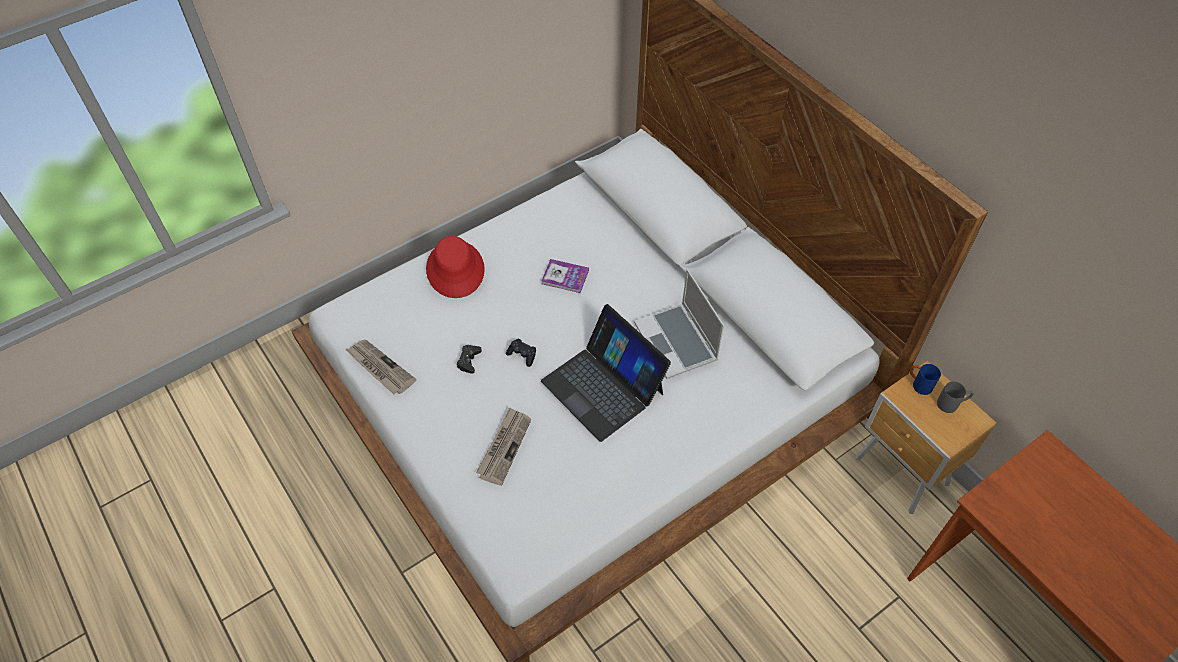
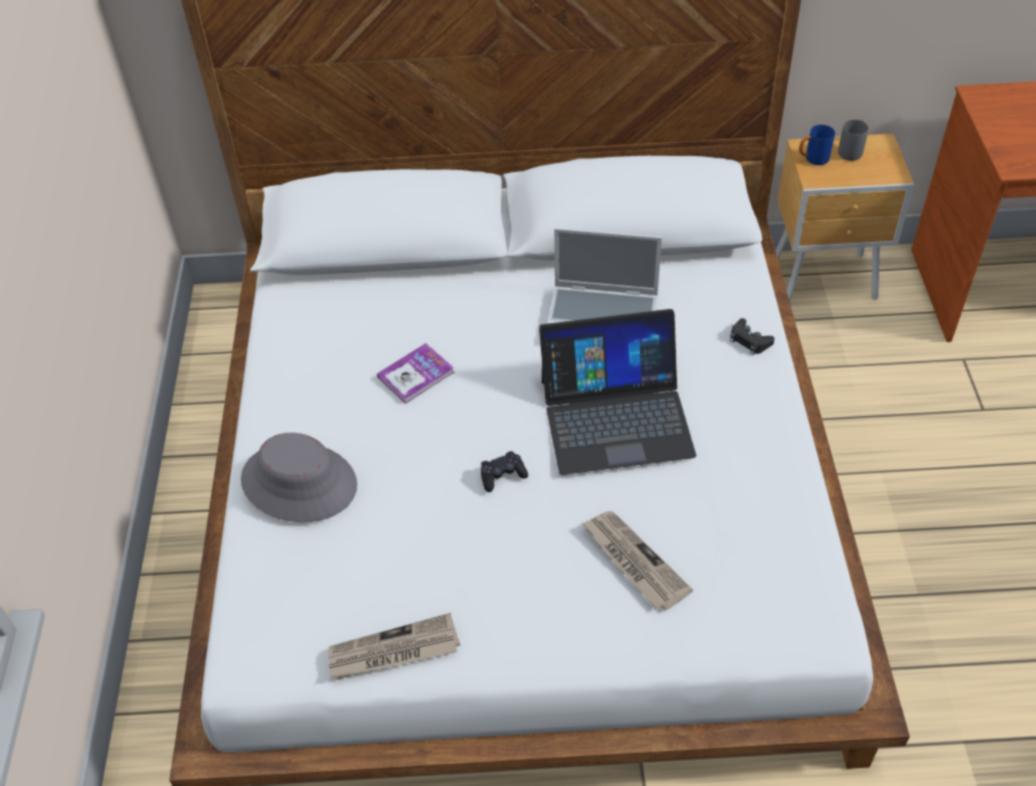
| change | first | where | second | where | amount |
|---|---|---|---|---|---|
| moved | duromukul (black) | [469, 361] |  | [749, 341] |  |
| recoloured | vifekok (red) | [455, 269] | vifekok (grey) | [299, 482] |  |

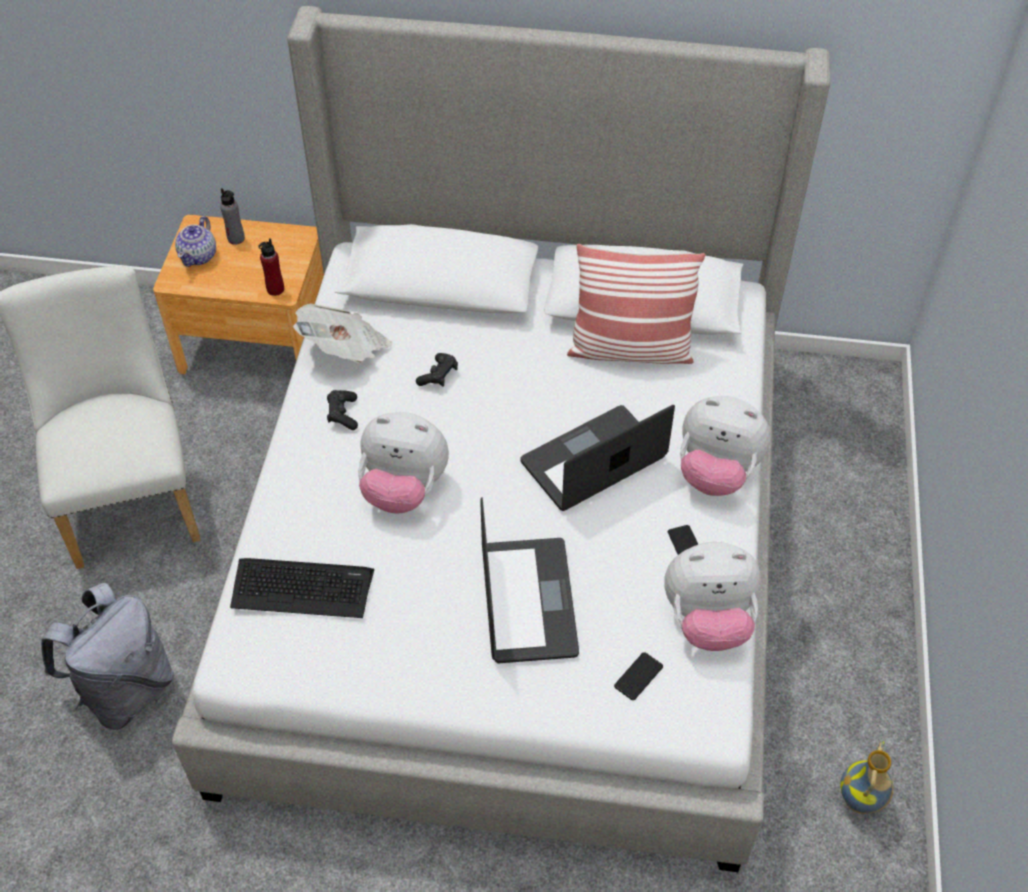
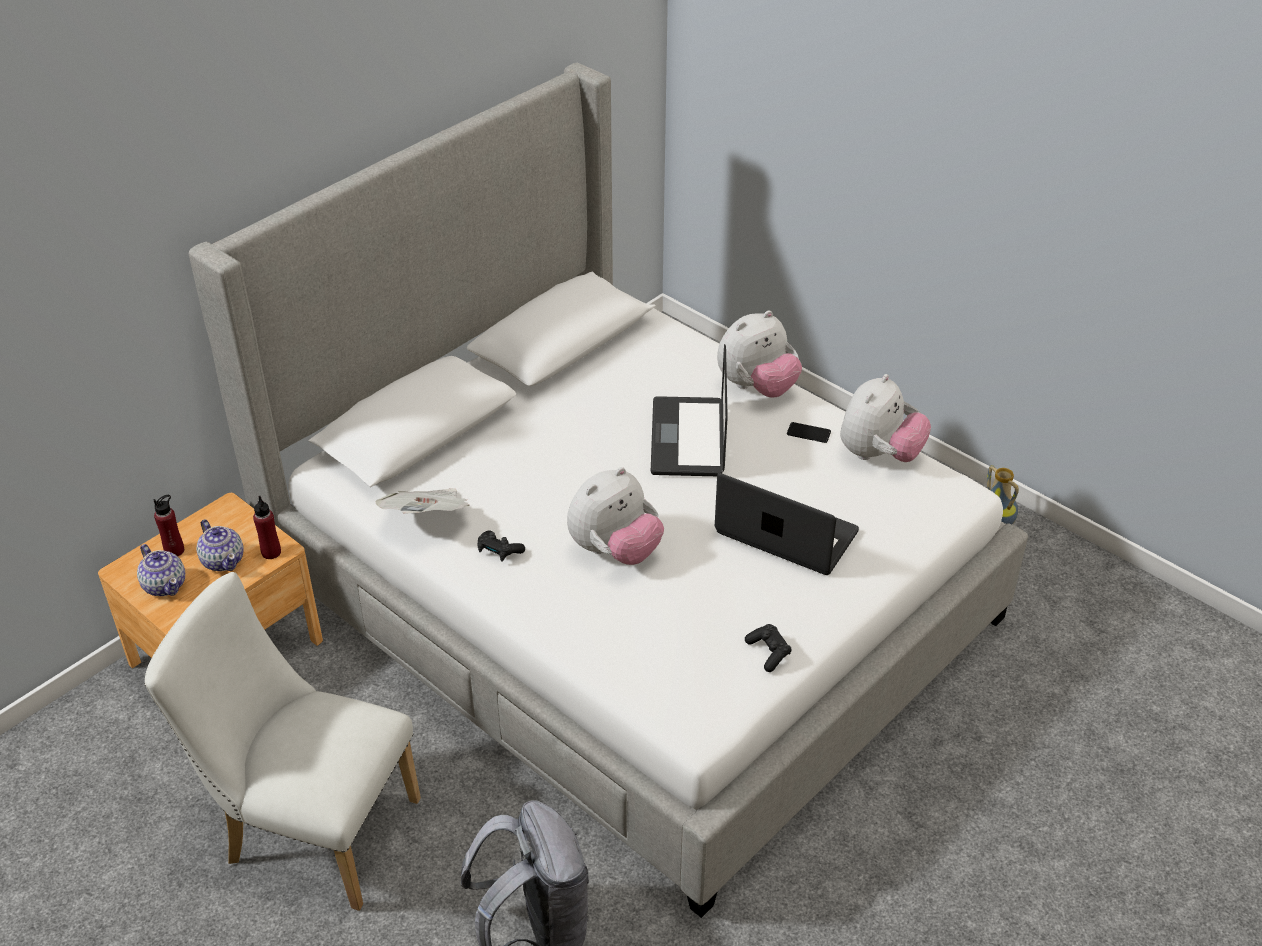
| change | first | where | second | where | amount |
|---|---|---|---|---|---|
| removed | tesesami | [302, 588] |  |  |  |
| removed | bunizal | [630, 349] |  |  |  |
| removed | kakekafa | [638, 676] |  |  |  |
| added |  |  | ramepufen | [223, 560] |  |
| moved | duromukul (black) | [438, 376] |  | [768, 652] |  |
| recoloured | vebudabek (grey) | [236, 238] | vebudabek (red) | [174, 550] |  |

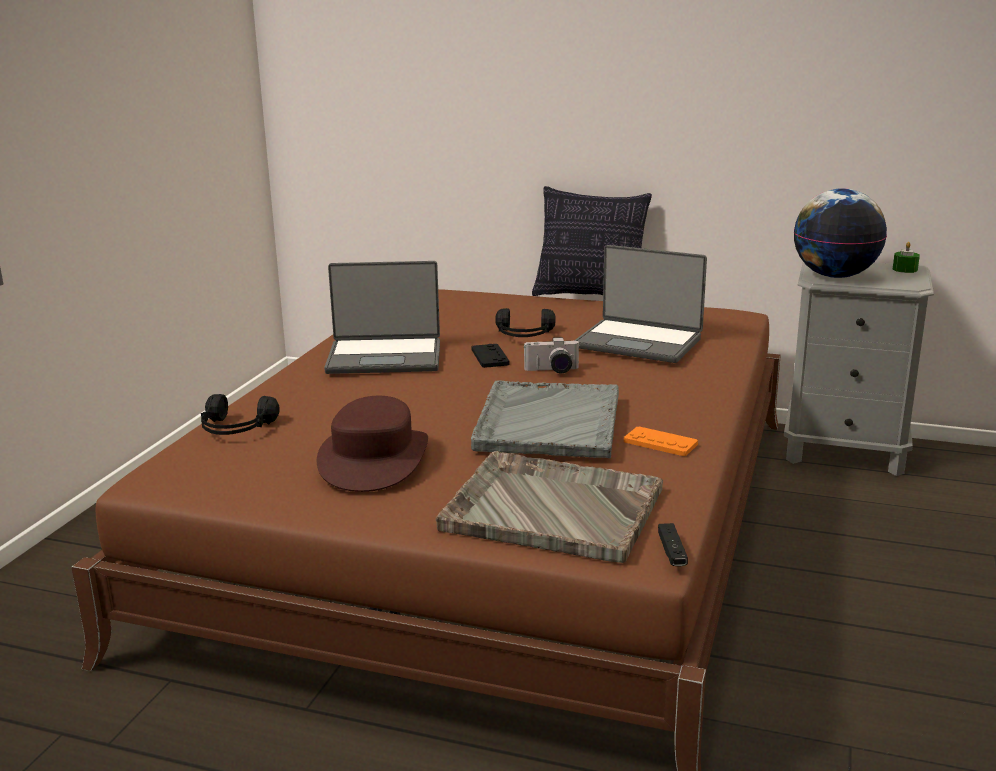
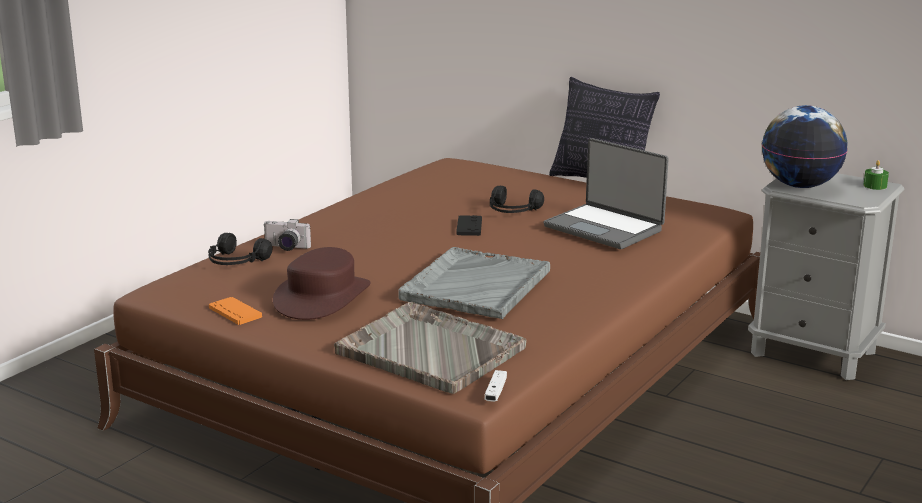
| change | first | where | second | where | amount |
|---|---|---|---|---|---|
| removed | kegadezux | [385, 357] |  |  |  |
| moved | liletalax | [552, 371] |  | [285, 248] |  |
| moved | duromukul (orange) | [660, 443] |  | [235, 312] |  |
| recoloured | duromukul (black) | [672, 552] | duromukul (white) | [495, 392] |  |

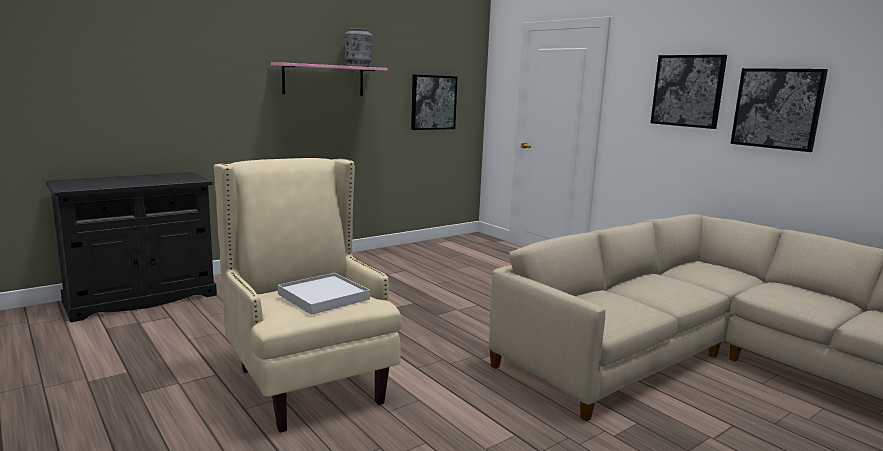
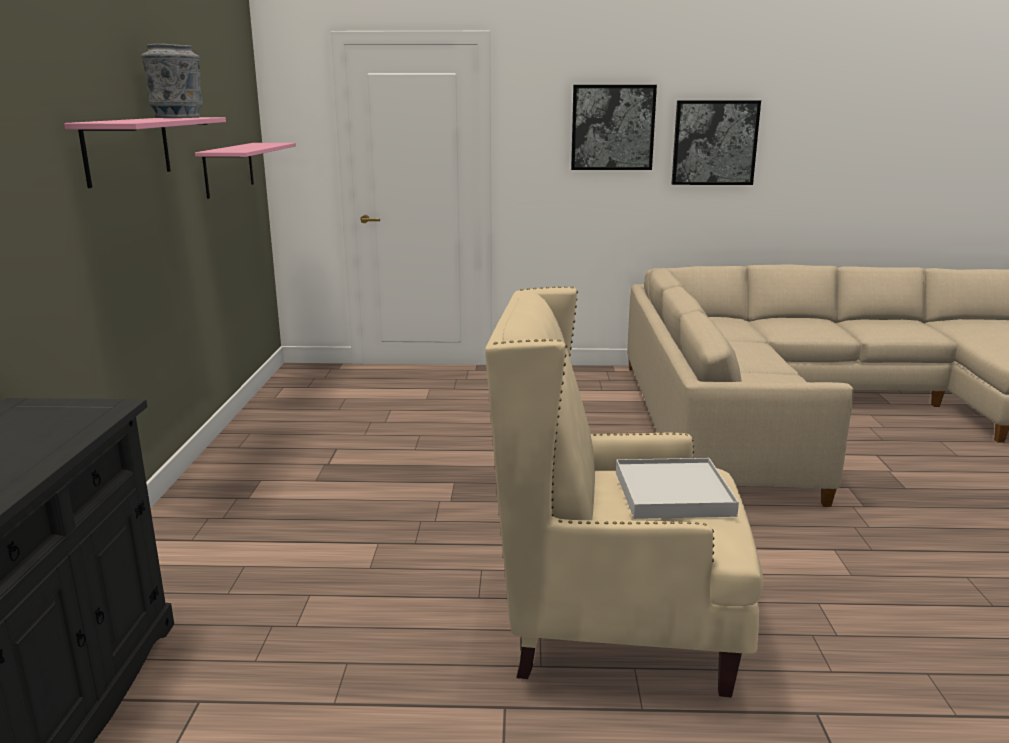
| change | first | where | second | where | amount |
|---|---|---|---|---|---|
| replaced | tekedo | [433, 102] | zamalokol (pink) | [229, 169] |  |

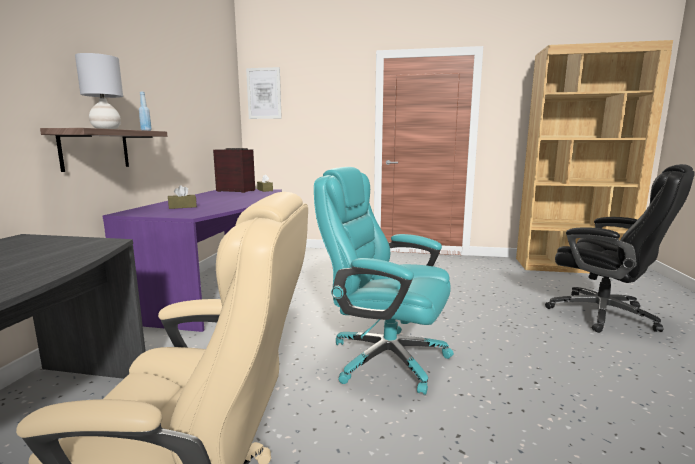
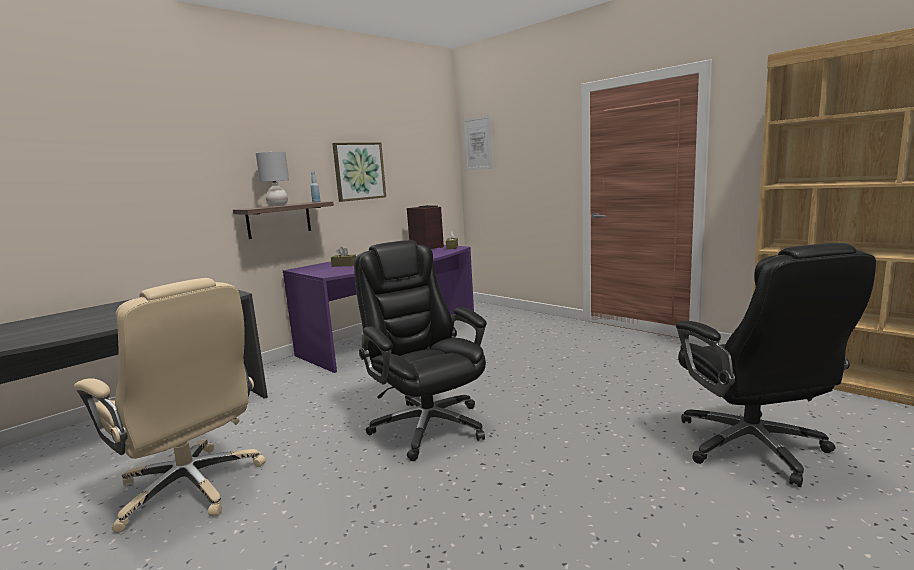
| change | first | where | second | where | amount |
|---|---|---|---|---|---|
| added |  |  | tekedo | [359, 171] |  |
| recoloured | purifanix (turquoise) | [385, 358] | purifanix (black) | [427, 426] |  |

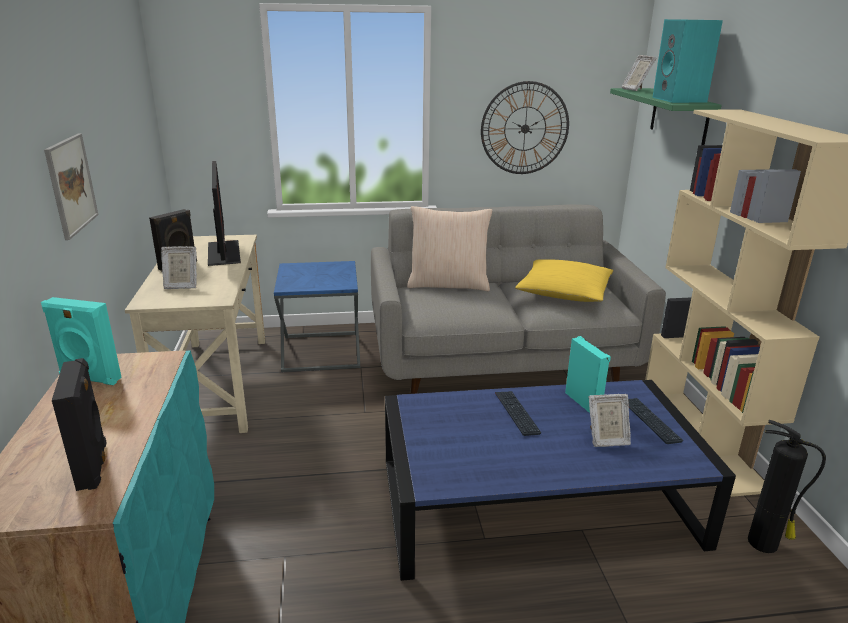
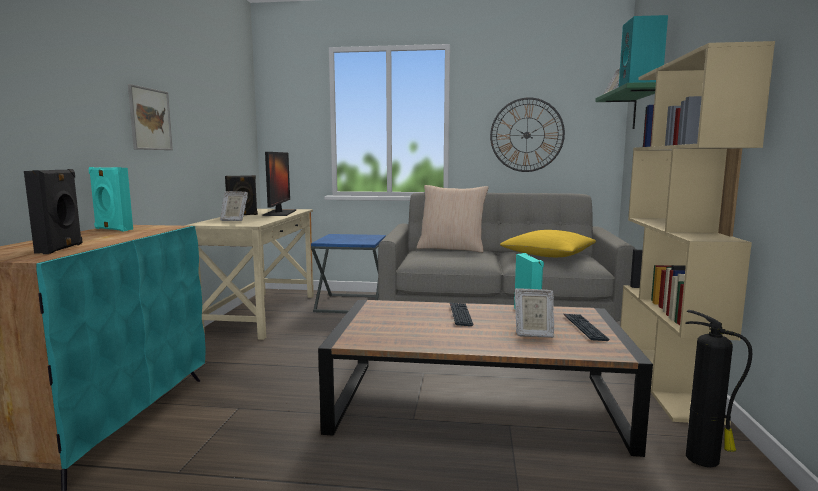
| change | first | where | second | where | amount |
|---|---|---|---|---|---|
| recoloured | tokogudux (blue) | [537, 502] | tokogudux (brown) | [477, 402] |  |

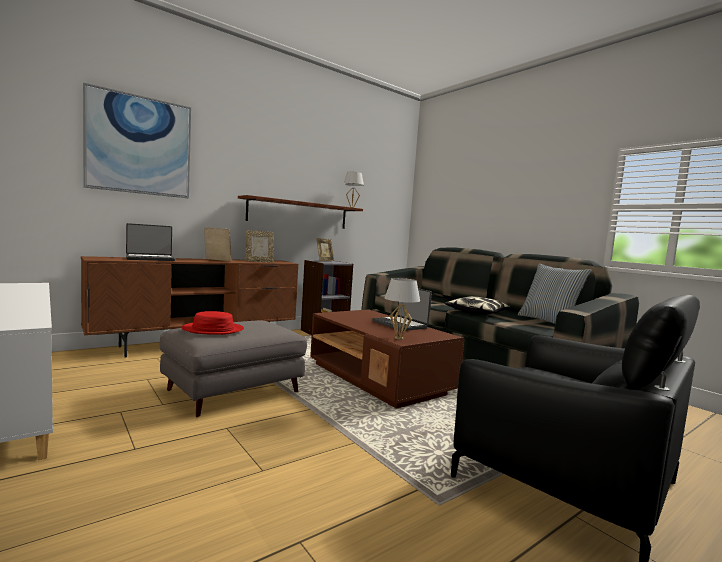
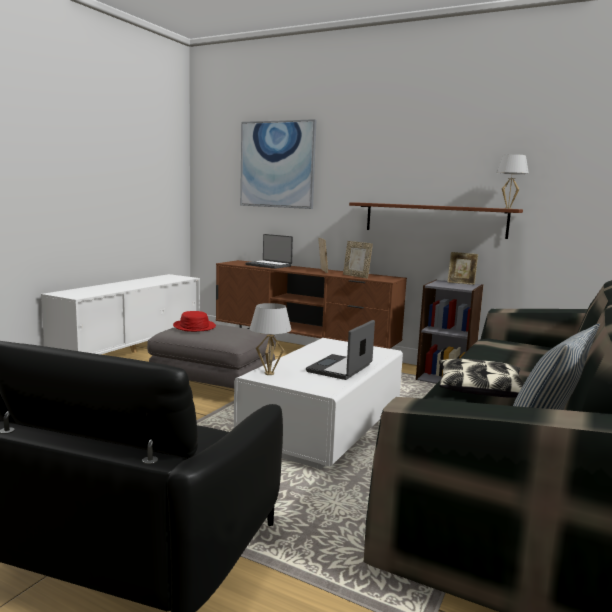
| change | first | where | second | where | amount |
|---|---|---|---|---|---|
| recoloured | tokogudux (brown) | [378, 379] | tokogudux (white) | [324, 429] |  |

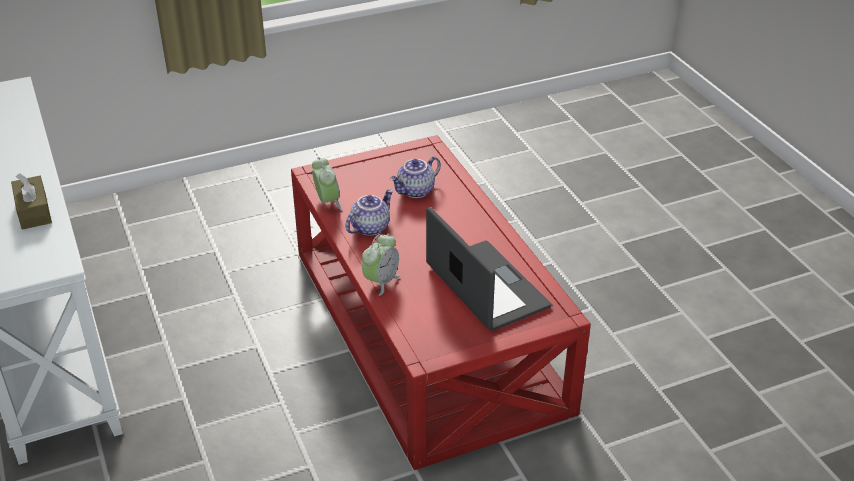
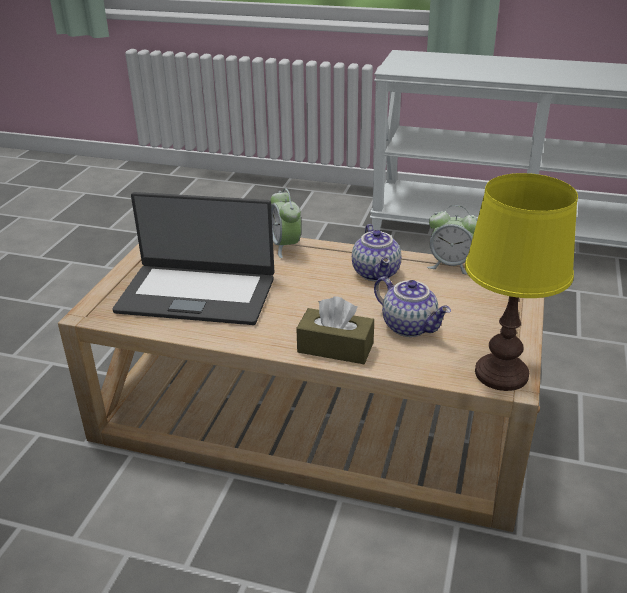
| change | first | where | second | where | amount |
|---|---|---|---|---|---|
| added |  |  | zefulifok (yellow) | [500, 373] |  |
| moved | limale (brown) | [34, 211] |  | [335, 348] |  |
| recoloured | tokogudux (red) | [424, 328] | tokogudux (beige) | [316, 409] |  |
| turned | ramepufen | [416, 191] |  | [410, 326] | 135 degrees clockwise |

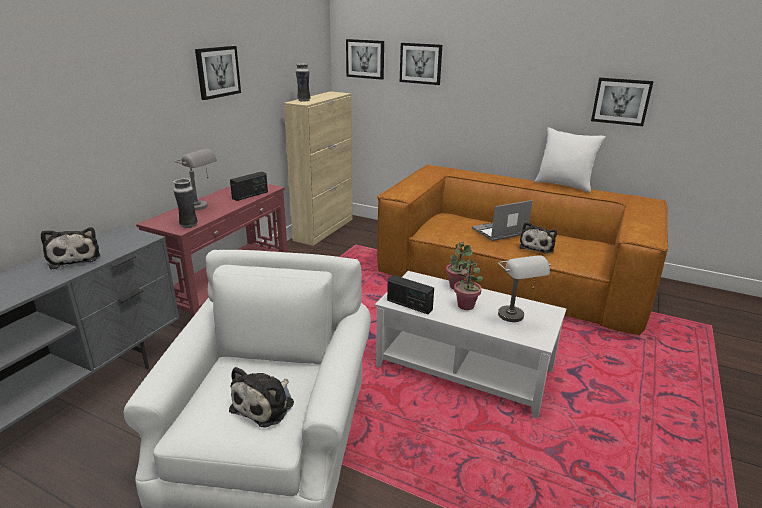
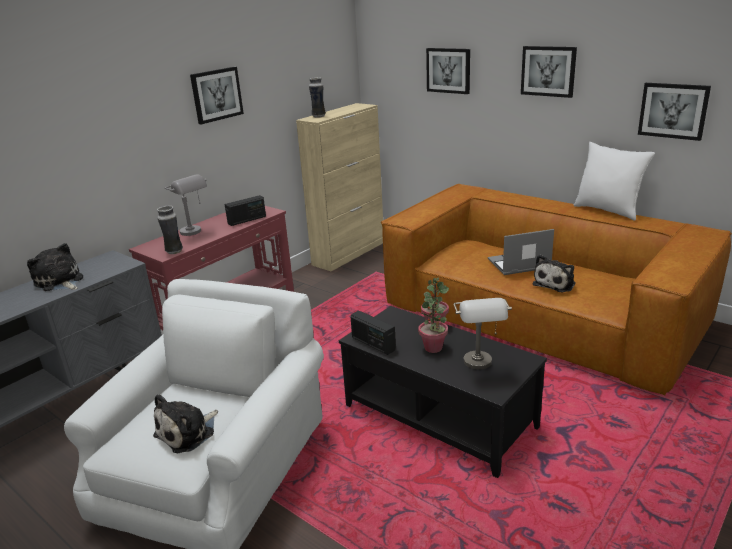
| change | first | where | second | where | amount |
|---|---|---|---|---|---|
| moved | tekedo | [365, 59] |  | [548, 71] |  |
| recoloured | tokogudux (white) | [464, 368] | tokogudux (black) | [440, 416] |  |
| turned | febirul | [74, 258] |  | [59, 282] | 150 degrees clockwise |

